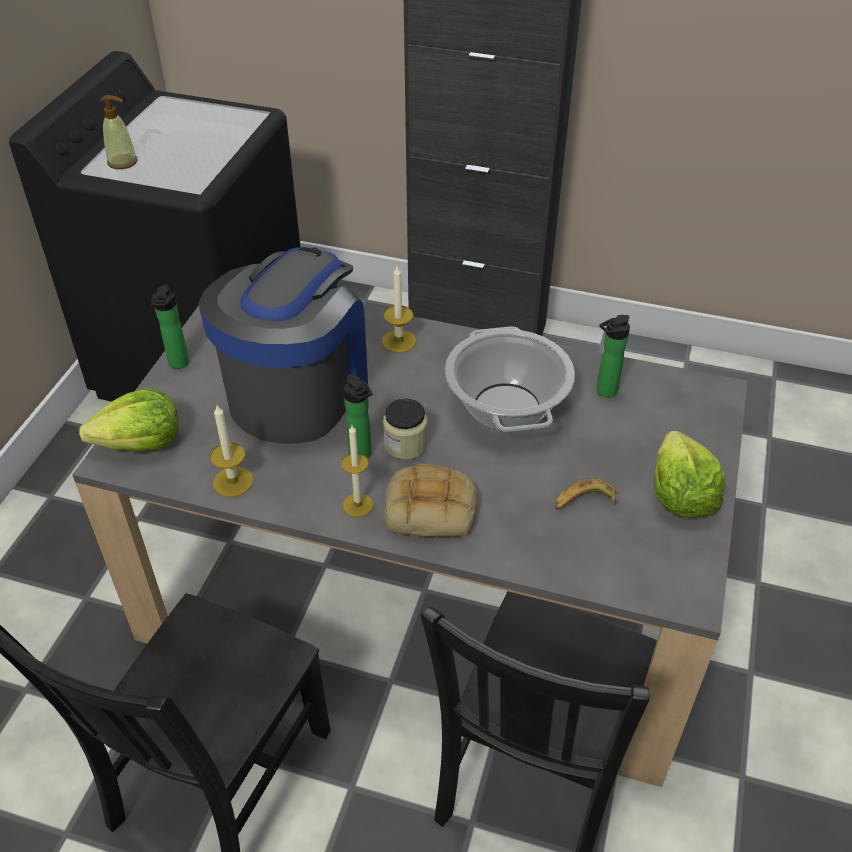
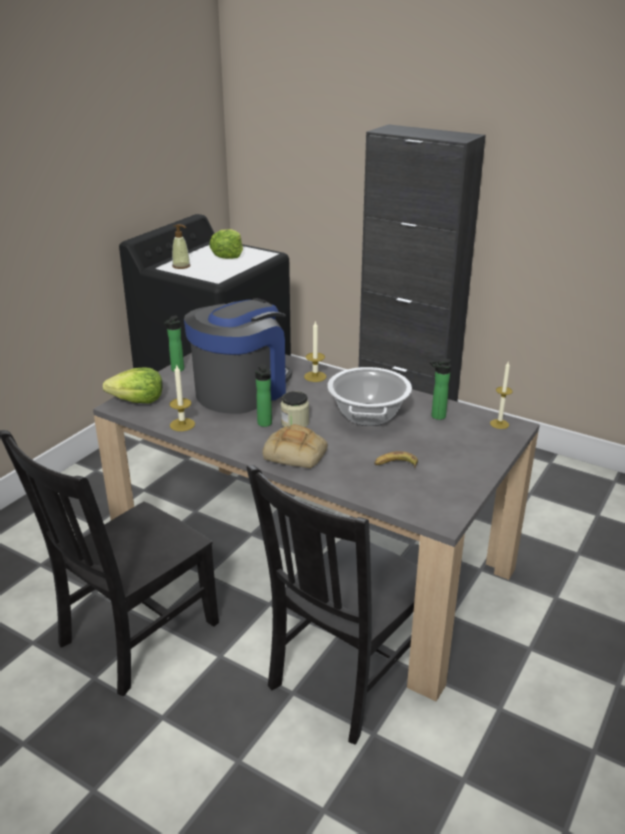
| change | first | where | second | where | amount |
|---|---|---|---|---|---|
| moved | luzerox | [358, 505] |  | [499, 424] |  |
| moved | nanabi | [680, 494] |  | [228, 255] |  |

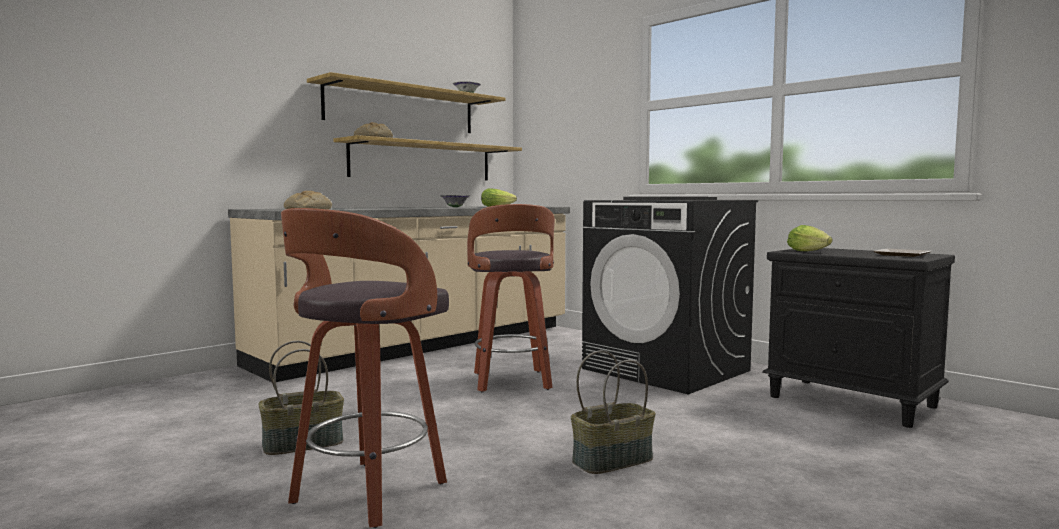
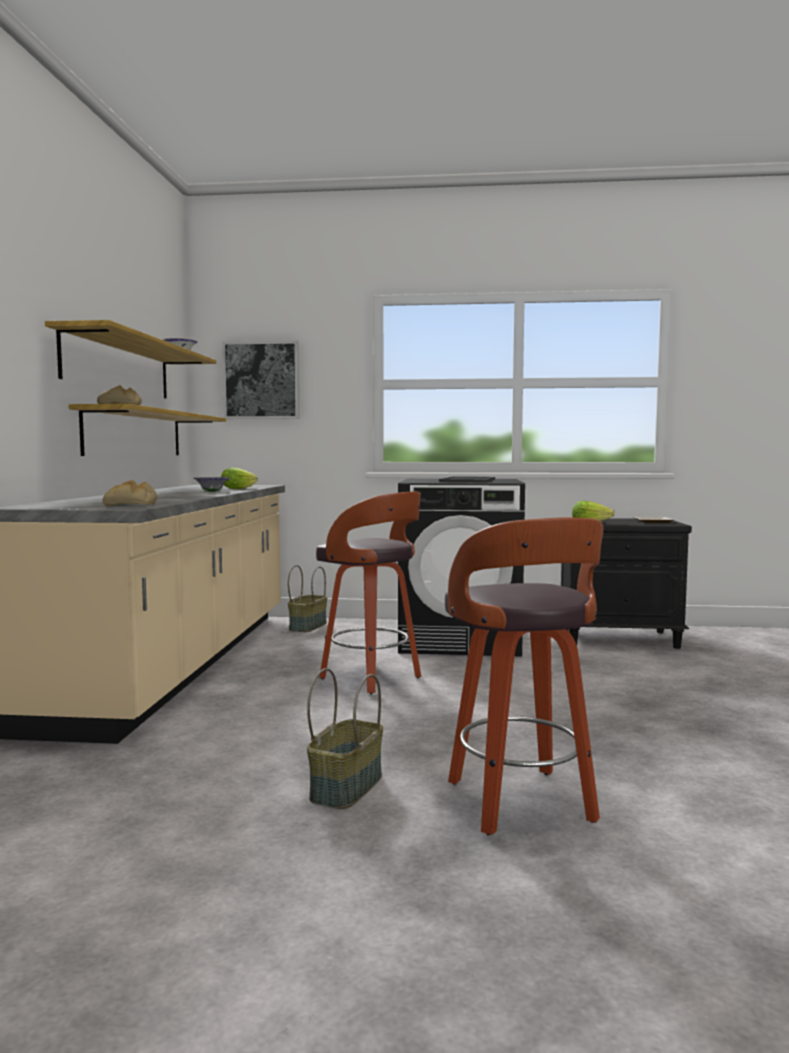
| change | first | where | second | where | amount |
|---|---|---|---|---|---|
| added |  |  | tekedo | [261, 380] |  |
| moved | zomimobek | [612, 460] |  | [307, 626] |  |

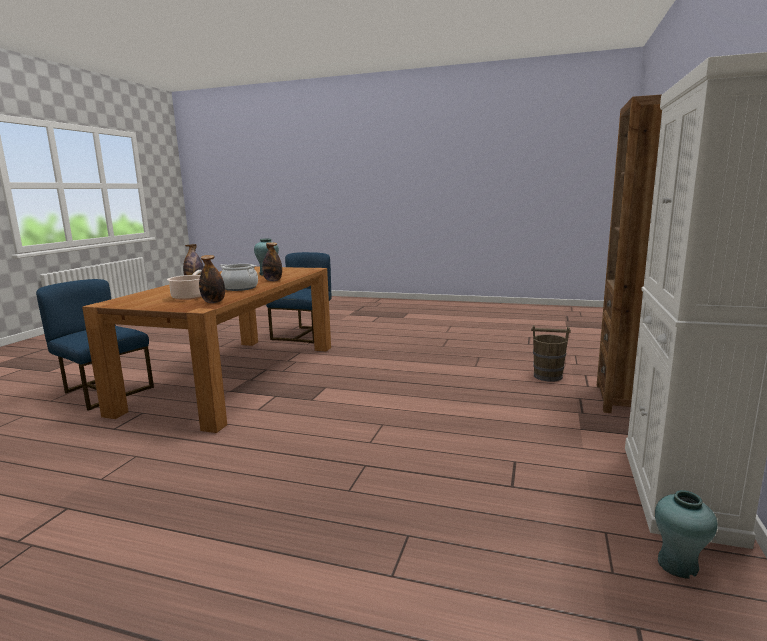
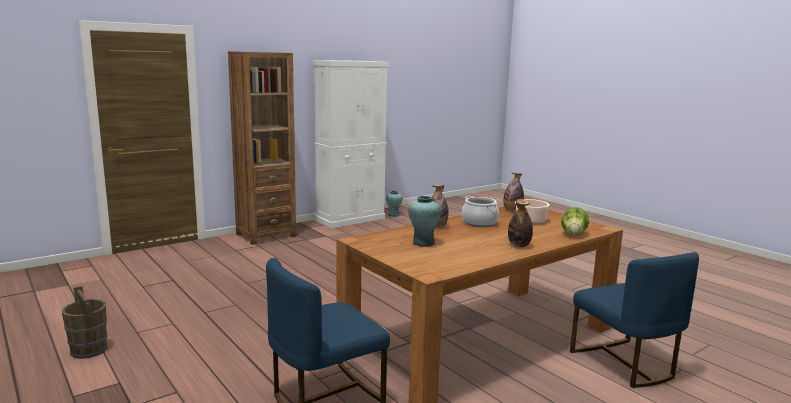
| change | first | where | second | where | amount |
|---|---|---|---|---|---|
| added |  |  | nanabi | [573, 234] |  |
| moved | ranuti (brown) | [547, 376] |  | [89, 350] |  |

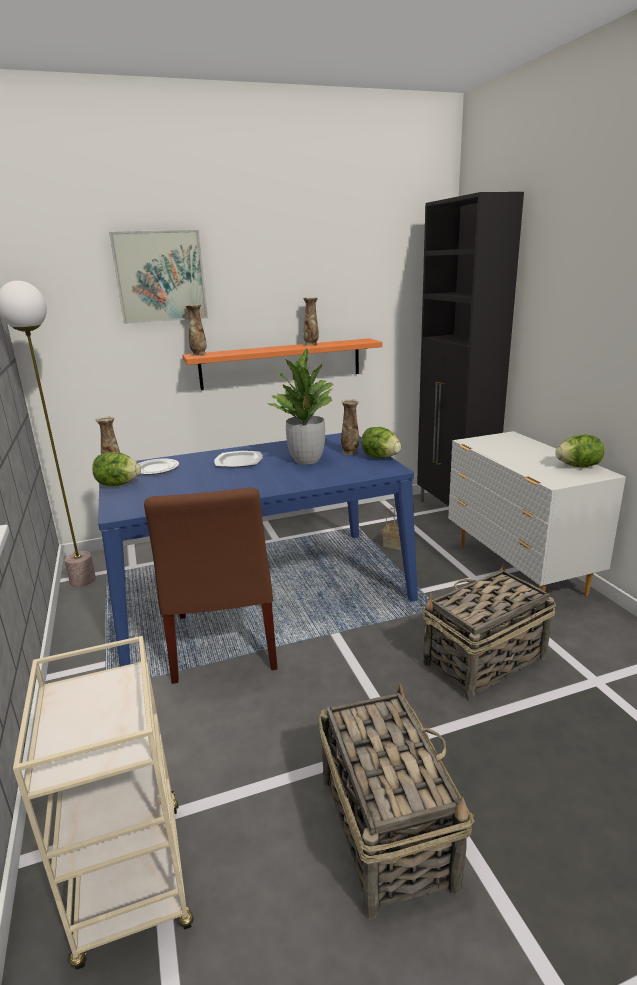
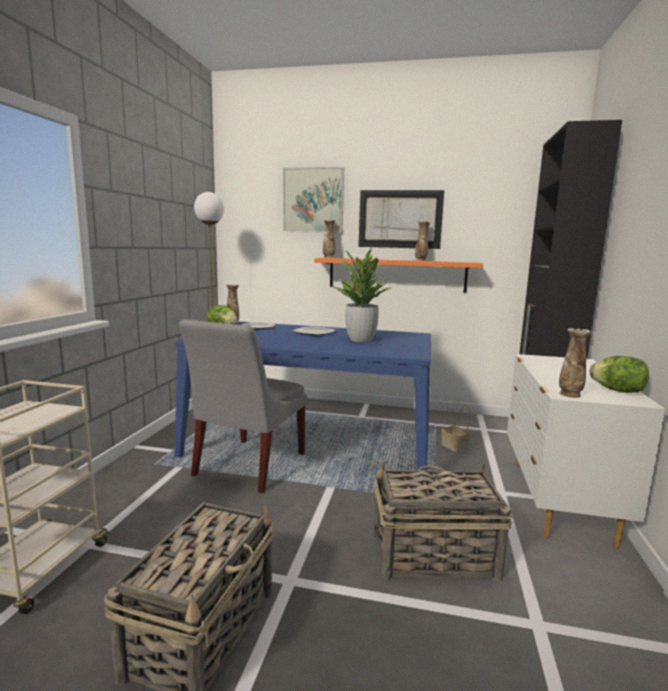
| change | first | where | second | where | amount |
|---|---|---|---|---|---|
| removed | nanabi | [380, 457] |  |  |  |
| added |  |  | tekedo | [400, 219] |  |
| moved | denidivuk | [350, 452] |  | [570, 395] |  |
| recoloured | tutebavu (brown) | [223, 645] | tutebavu (grey) | [247, 466] |  |

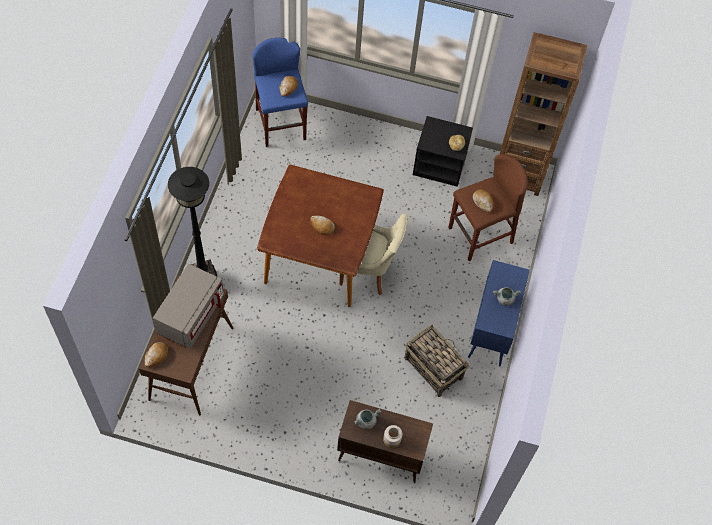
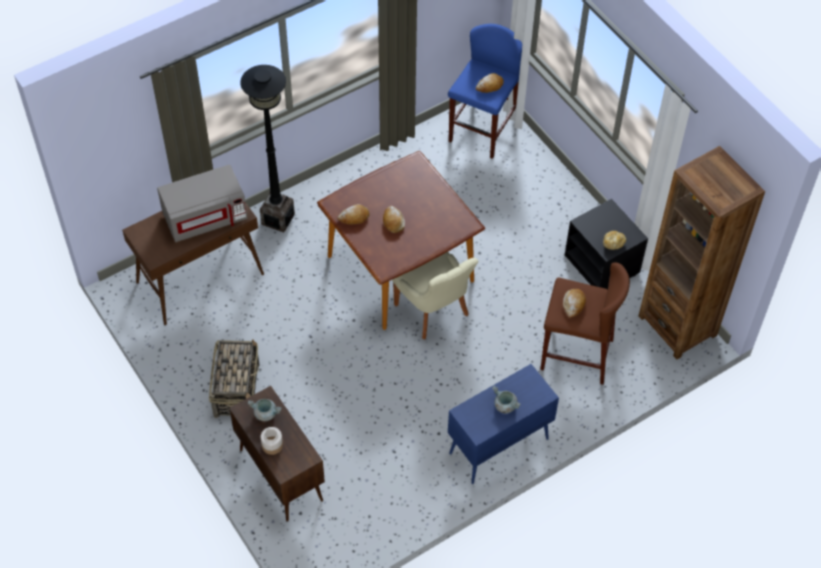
| change | first | where | second | where | amount |
|---|---|---|---|---|---|
| moved | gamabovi | [156, 356] |  | [354, 217] |  |
| moved | zomimobek | [433, 367] |  | [237, 389] |  |

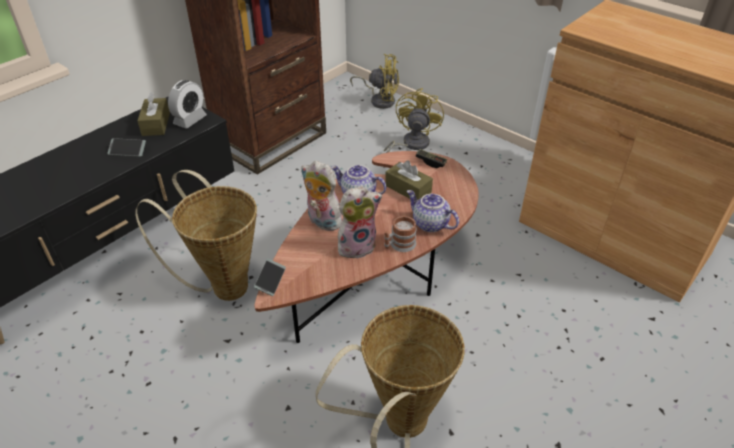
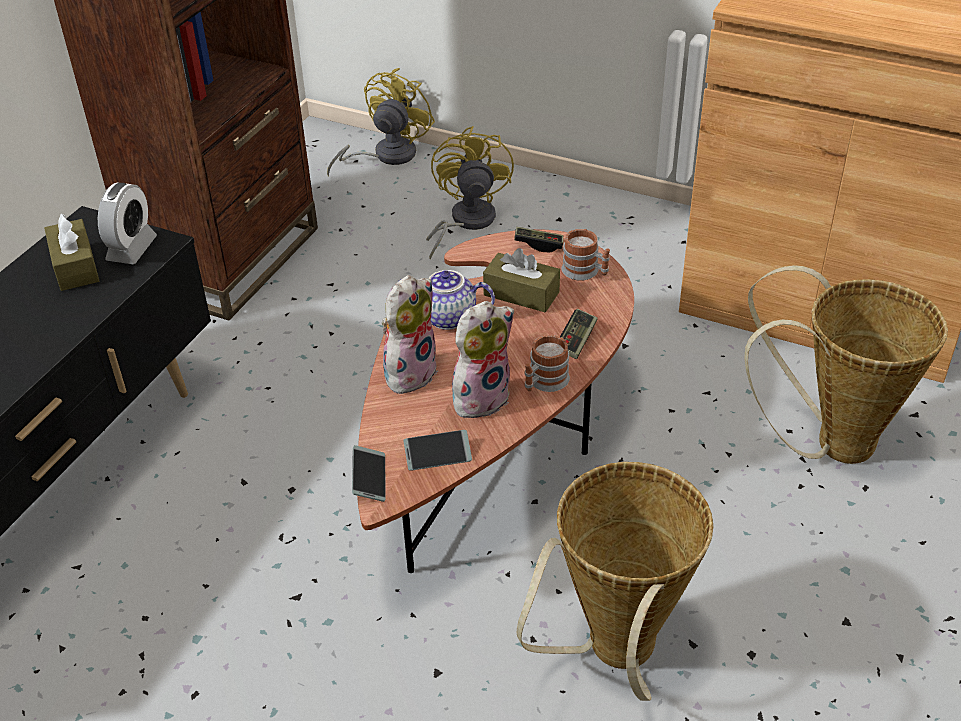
| change | first | where | second | where | amount |
|---|---|---|---|---|---|
| added |  |  | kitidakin | [585, 272] |  |
| moved | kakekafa | [127, 151] |  | [438, 455] |  |
| moved | zomimobek | [224, 285] |  | [830, 443] |  |
| replaced | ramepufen | [429, 224] | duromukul | [576, 341] |  |
| turned | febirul | [322, 222] |  | [409, 372] | 105 degrees clockwise |
| turned | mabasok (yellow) | [380, 100] |  | [386, 156] | 60 degrees counterclockwise |

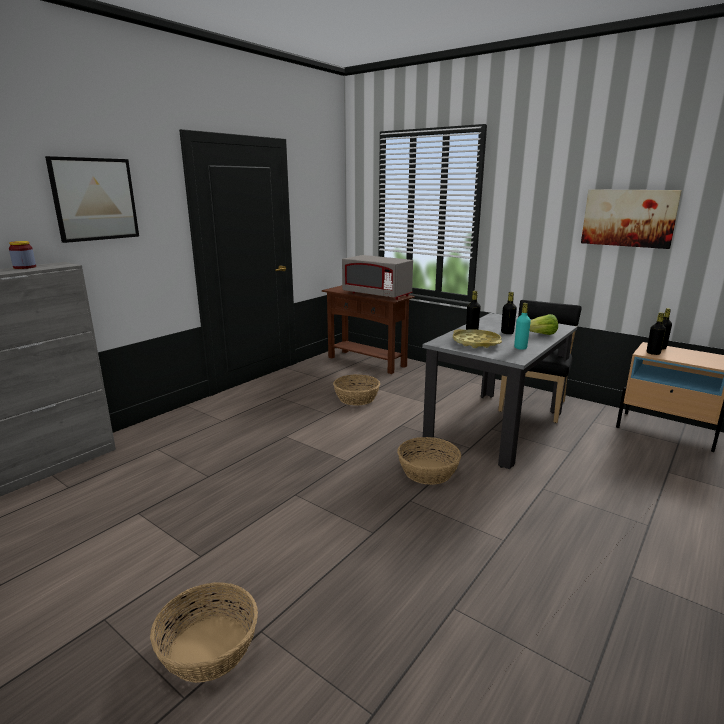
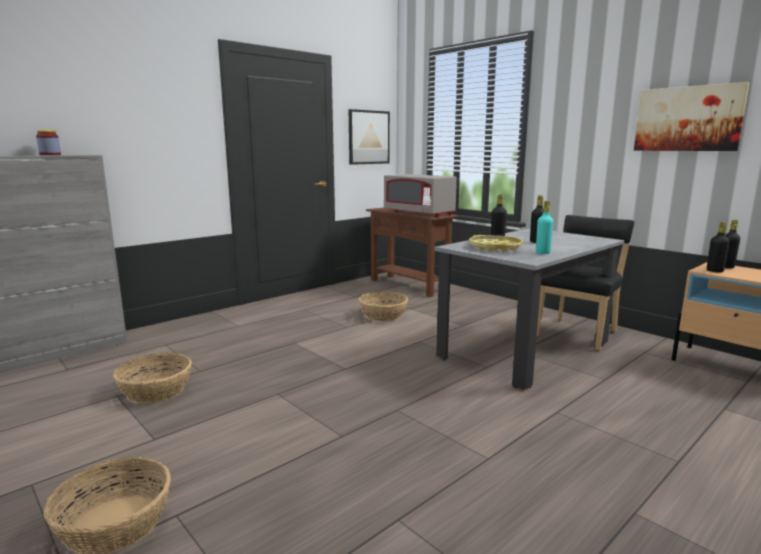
| change | first | where | second | where | amount |
|---|---|---|---|---|---|
| removed | nanabi | [541, 335] |  |  |  |
| moved | tekedo | [95, 199] |  | [368, 137] |  |
| moved | zomimobek | [428, 471] |  | [156, 390] |  |

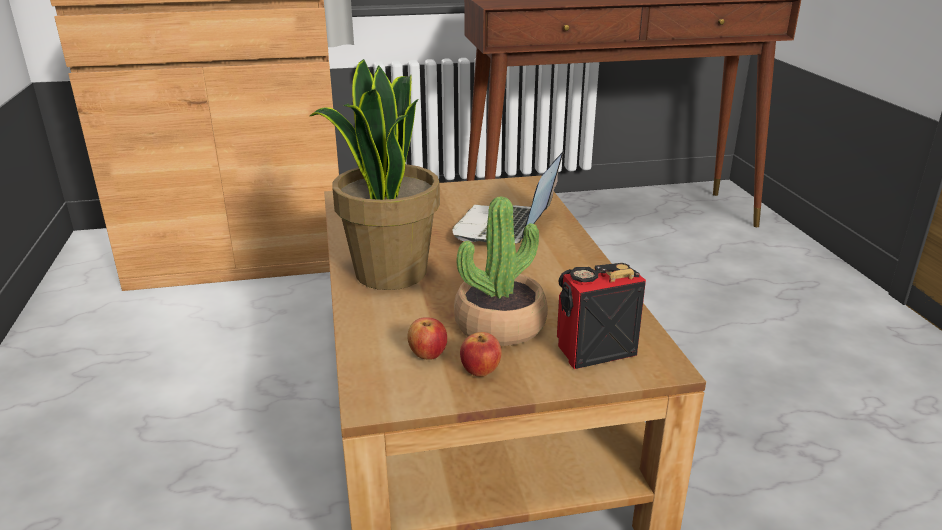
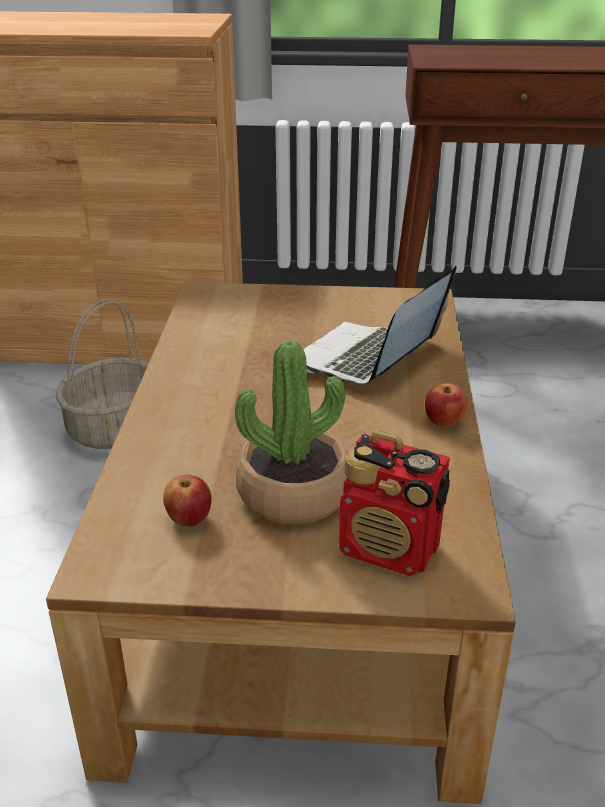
| change | first | where | second | where | amount |
|---|---|---|---|---|---|
| removed | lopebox | [389, 273] |  |  |  |
| added |  |  | zomimobek | [114, 427] |  |
| moved | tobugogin | [481, 371] |  | [444, 422] |  |
| turned | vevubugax | [593, 351] |  | [390, 550] | 150 degrees counterclockwise |

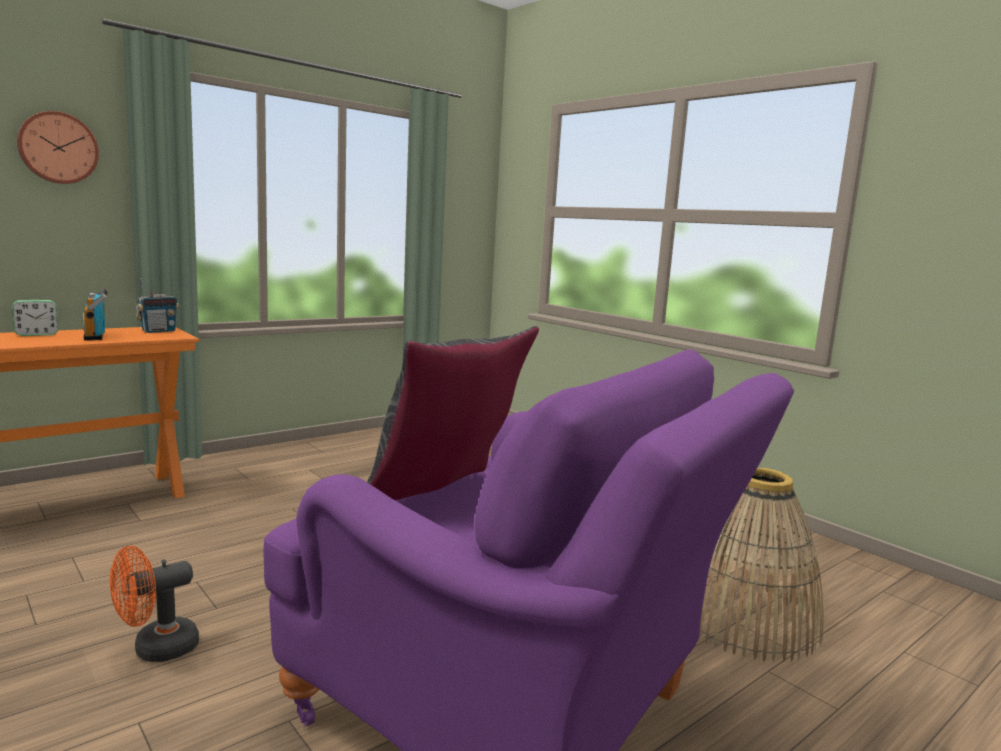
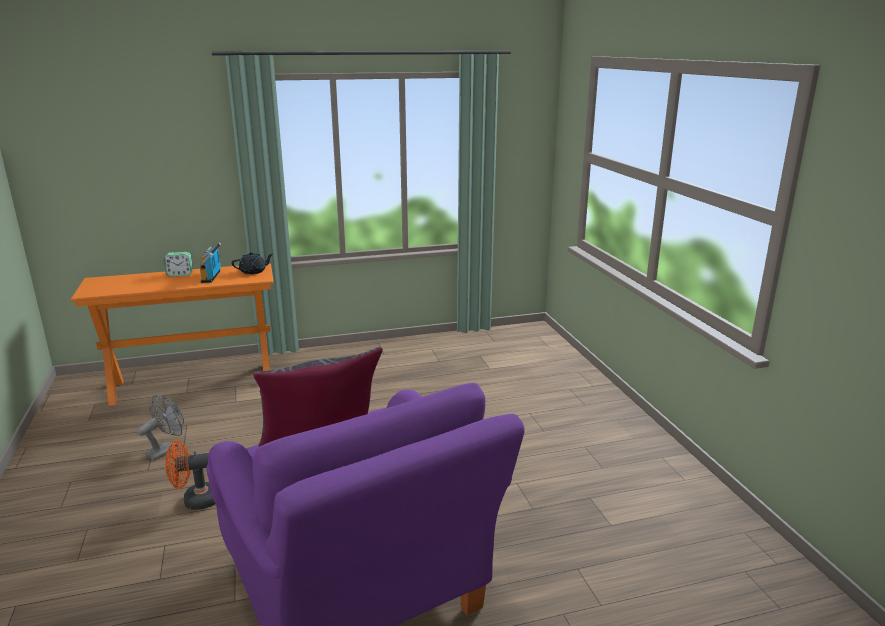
| change | first | where | second | where | amount |
|---|---|---|---|---|---|
| removed | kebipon | [58, 148] |  |  |  |
| removed | zomimobek | [745, 618] |  |  |  |
| added |  |  | mabasok (grey) | [166, 450] |  |
| replaced | vevubugax | [158, 331] | ramepufen (black) | [253, 271] |  |

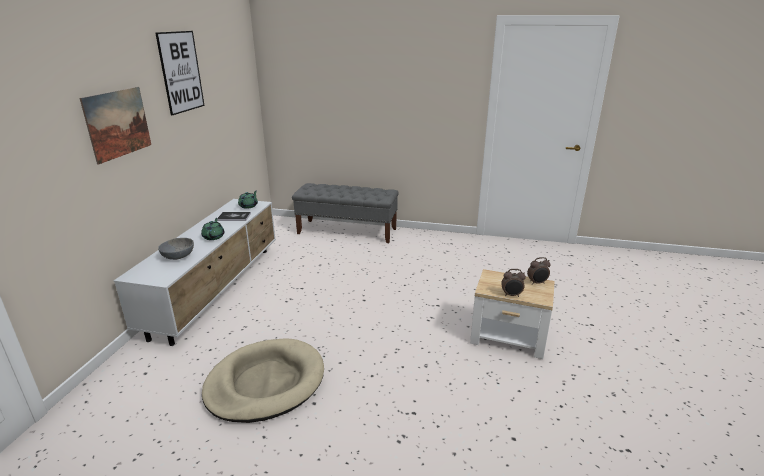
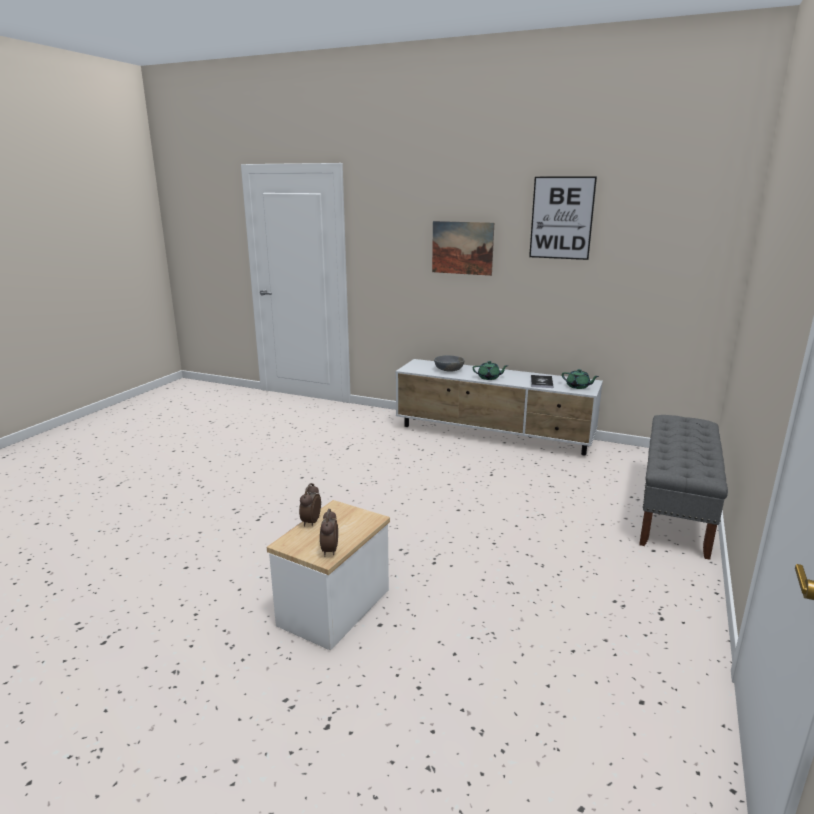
| change | first | where | second | where | amount |
|---|---|---|---|---|---|
| removed | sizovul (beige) | [265, 383] |  |  |  |

